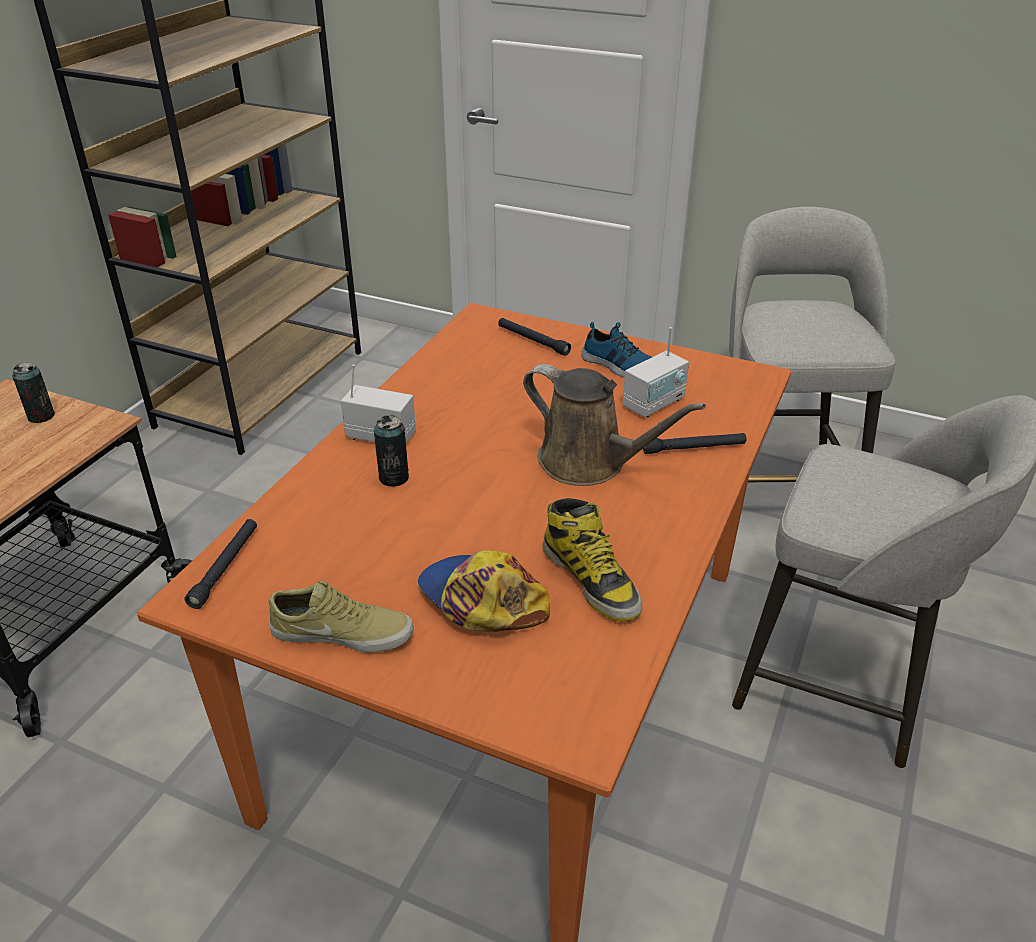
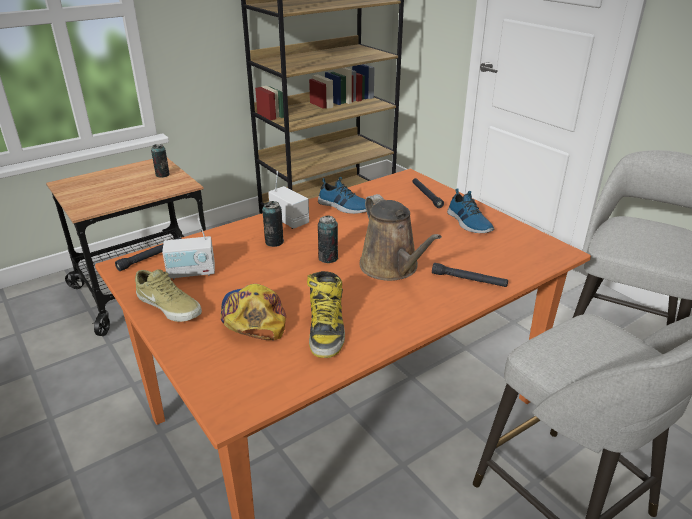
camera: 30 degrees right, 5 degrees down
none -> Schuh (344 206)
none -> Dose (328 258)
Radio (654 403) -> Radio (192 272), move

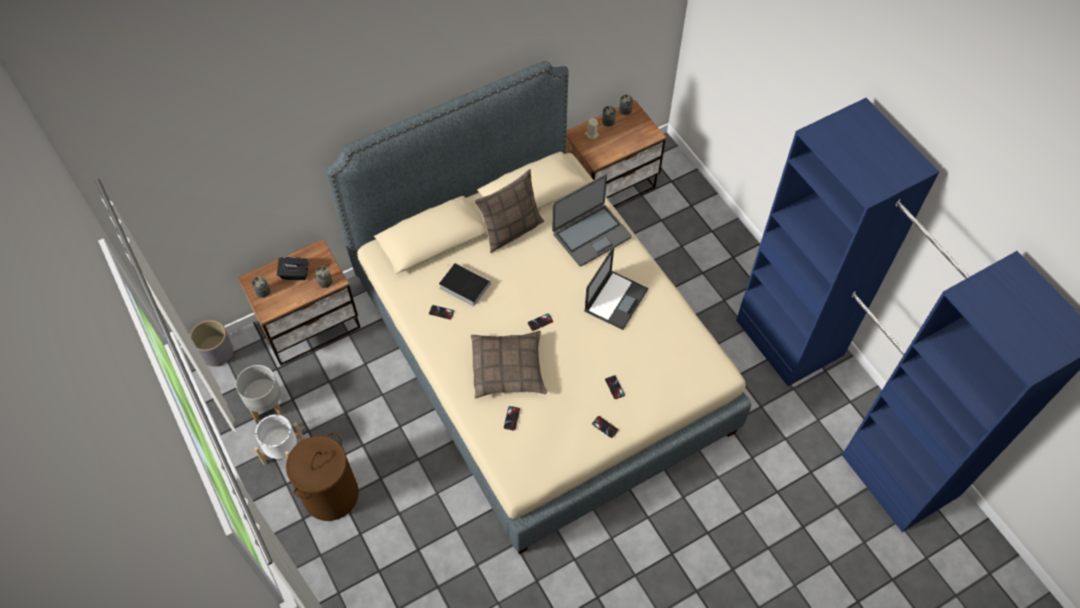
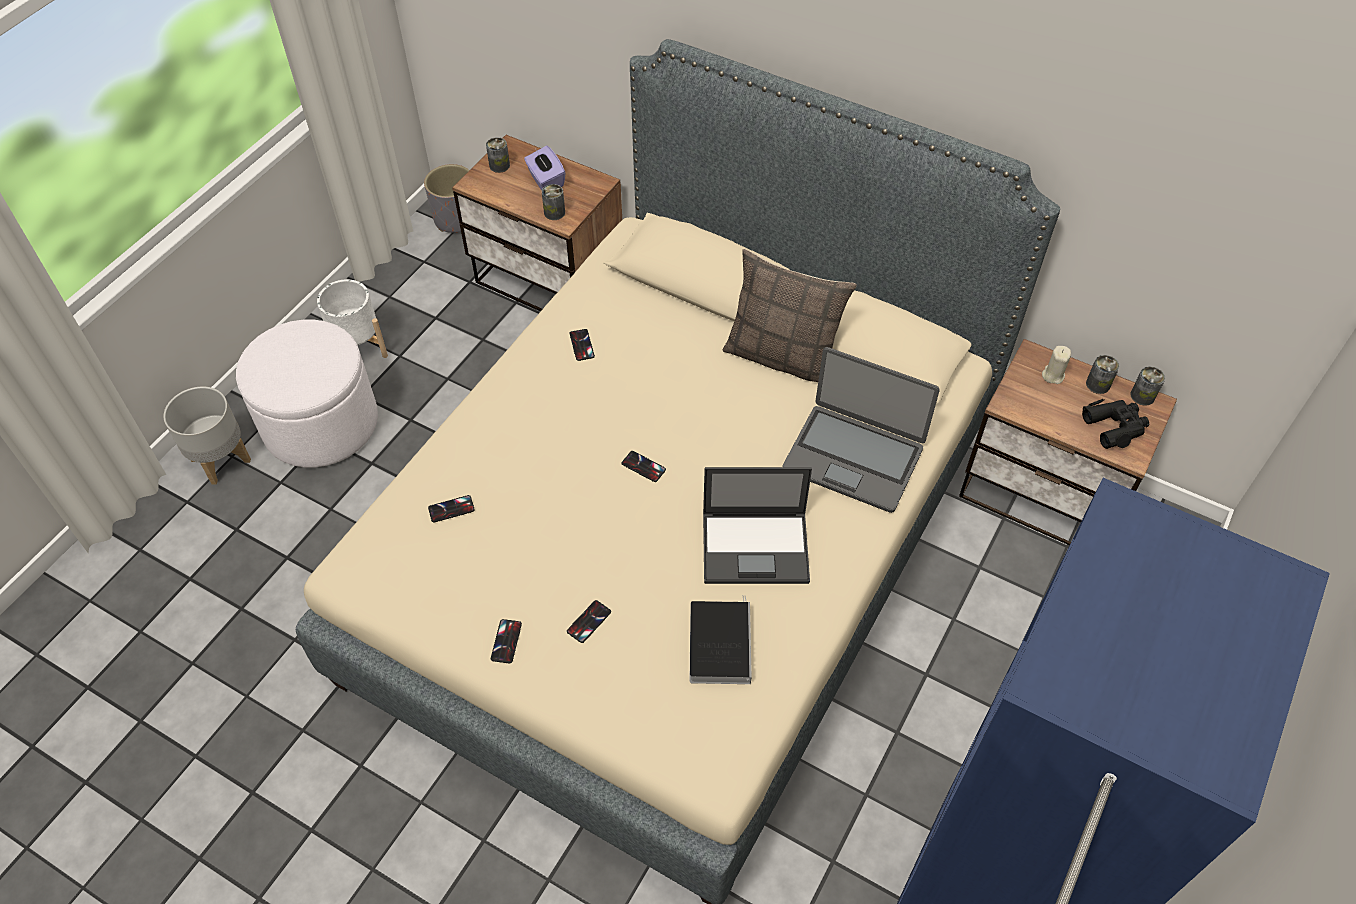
camera: 60 degrees right, 5 degrees down
Kissen (508 369) -> none
none -> Fernglas/schwarz (1115 426)
Pflanzkübel/grau (267 405) -> Pflanzkübel/grau (221 460), move
Buch (463 286) -> Buch (719 642), move
Wäschekorb/braun (330 495) -> Polsterhocker/weiß (320 423)
Taschentuchbox/schwarz (295 274) -> Taschentuchbox/lila (546 180)

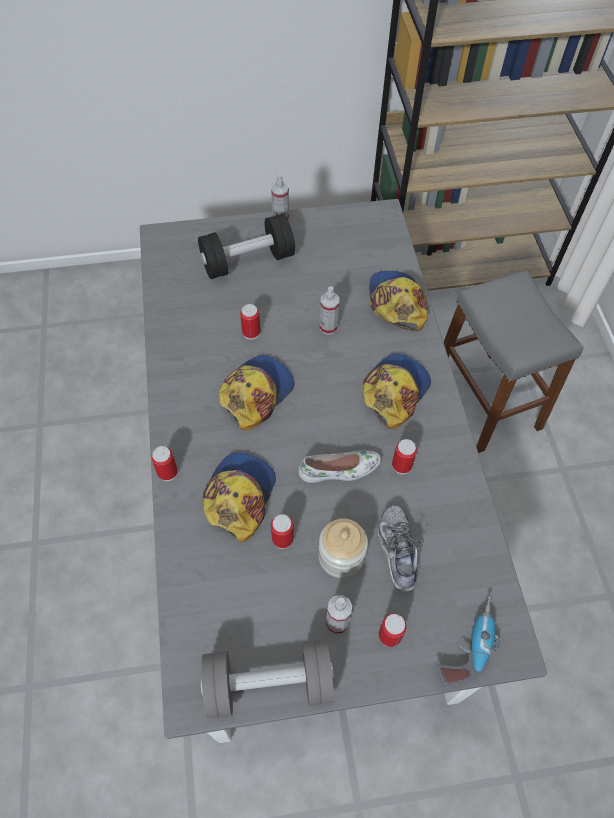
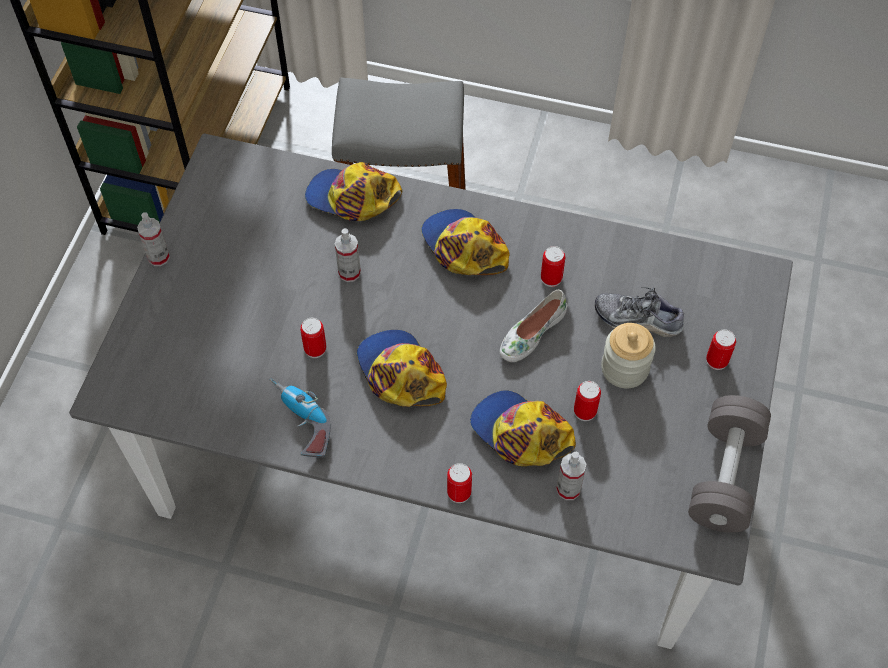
camera: 65 degrees left, 0 degrees up
Hantel/schwarz (248 261) -> none
Sprühflasche (337 622) -> Sprühflasche (568 489), move
Bohrmaschine (467 644) -> Bohrmaschine (299 422), move
Schuh/weiß (339 470) -> Schuh/weiß (531 332), 150 degrees counterclockwise

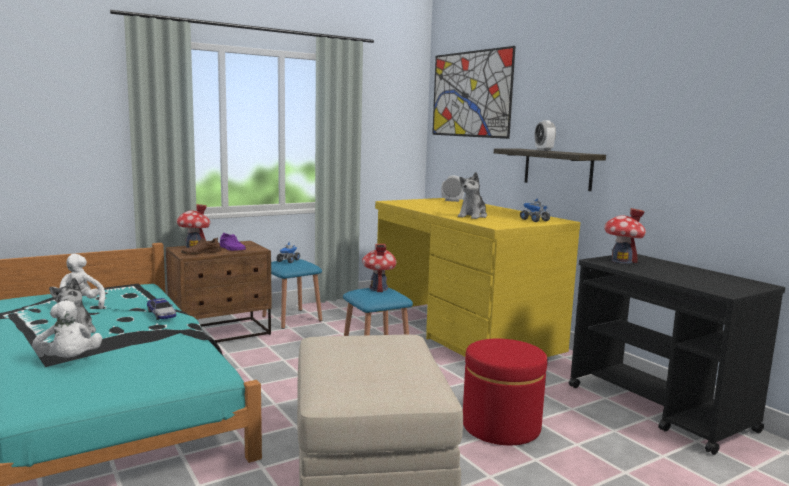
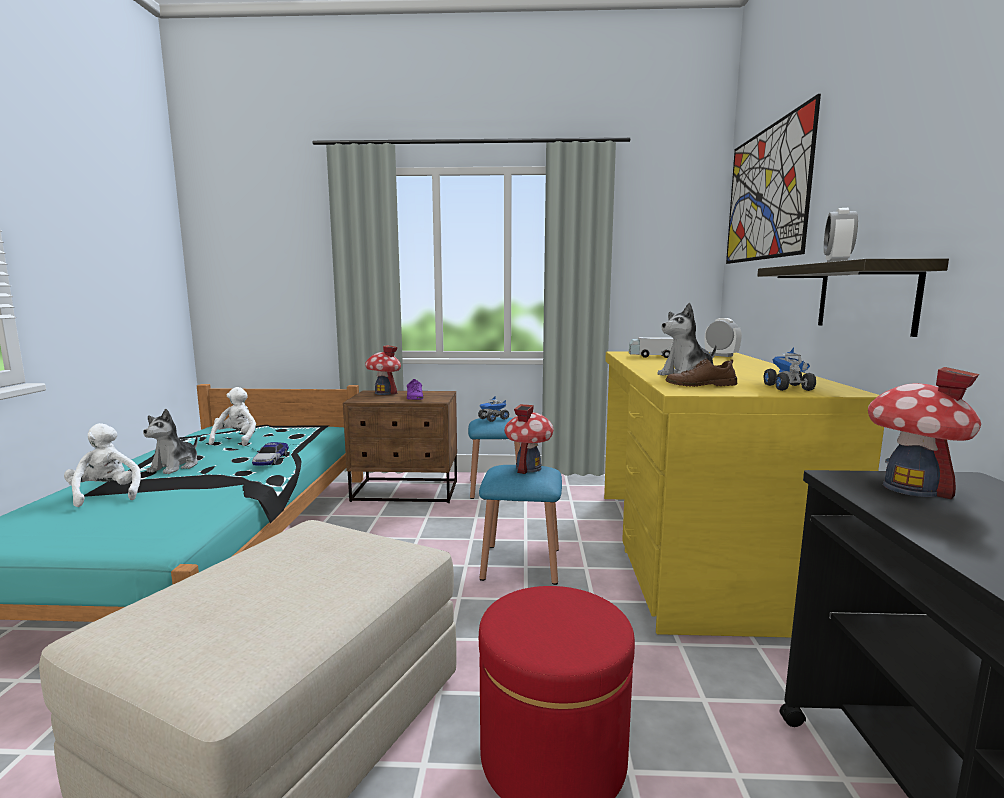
camera: 35 degrees right, 0 degrees up
none -> Spielzeuglaster (651 356)
Schuh/braun (201 253) -> Schuh/braun (700 385), move
Plüschtier/weiß (69 361) -> Plüschtier/weiß (106 495), 150 degrees clockwise

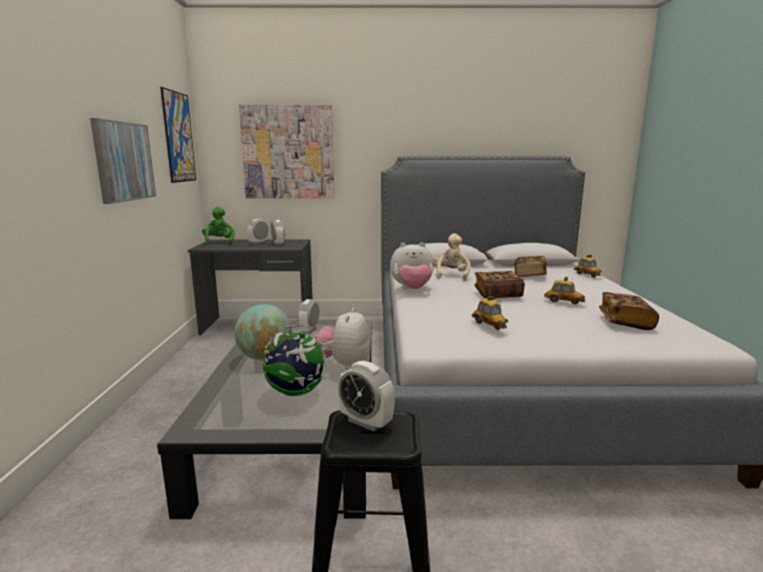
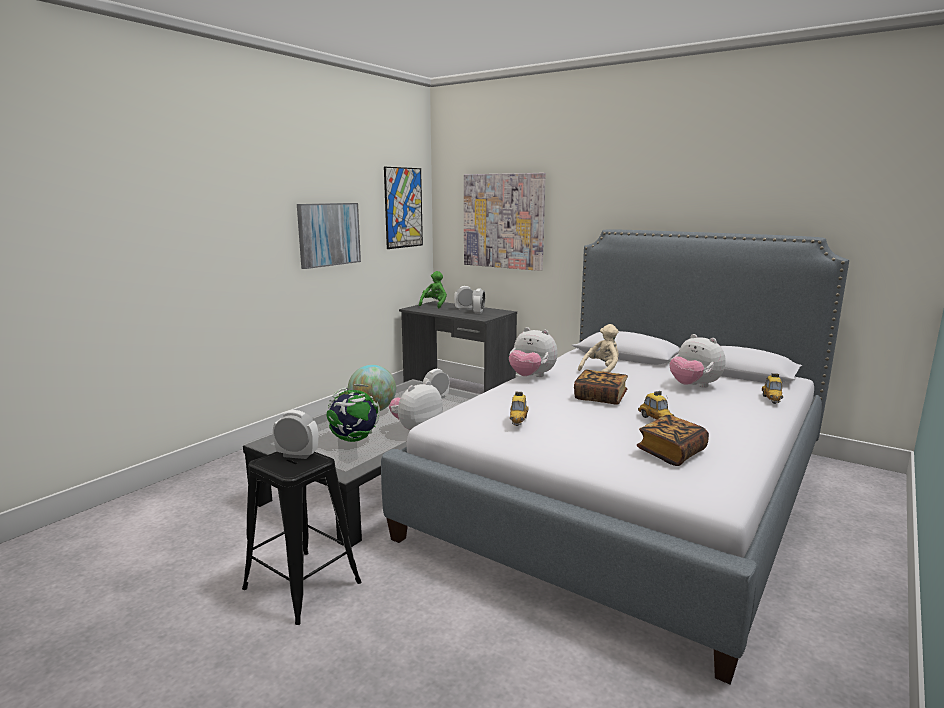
camera: 35 degrees right, 0 degrees up
Buch (529 275) -> Plüschtier (694 386)
Wecker (366 422) -> Wecker (297 455), 120 degrees clockwise

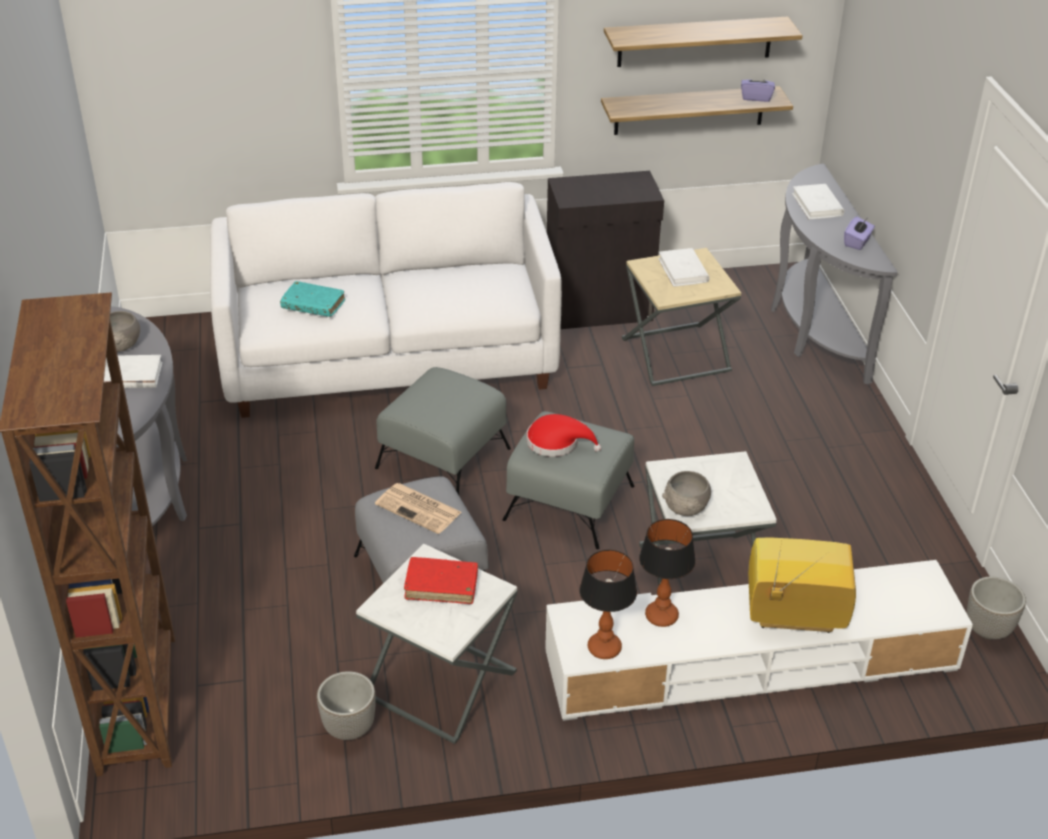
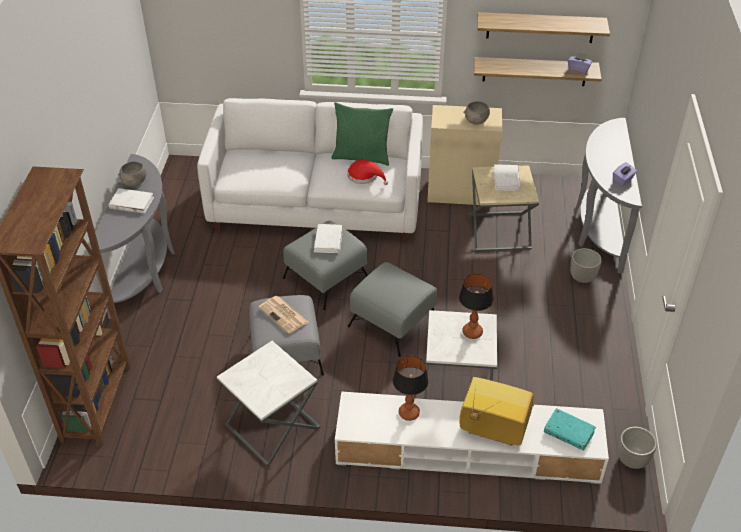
camera: 15 degrees right, 5 degrees up
Buch/rot (441 586) -> none
none -> Kissen/grün (361 156)
Buch/türkis (313 305) -> Buch/türkis (568 433), move
Pflanzkübel (350 728) -> Pflanzkübel (582 278), move
Hut/rot (557 442) -> Hut/rot (365 176), move
Tischlampe (604 647) -> Tischlampe (472 332), move
Schüssel/grau (686 507) -> Schüssel/grau (476 121), move
Buch/weiß (817 205) -> Buch/weiß (328 240), move
Schrank/schwarz (599 311) -> Schrank/beige (461 193)

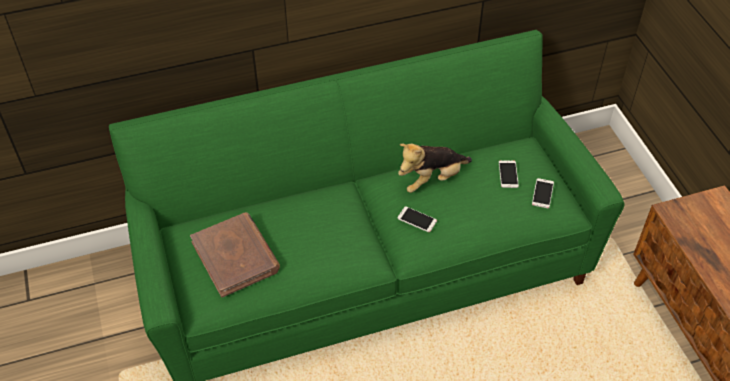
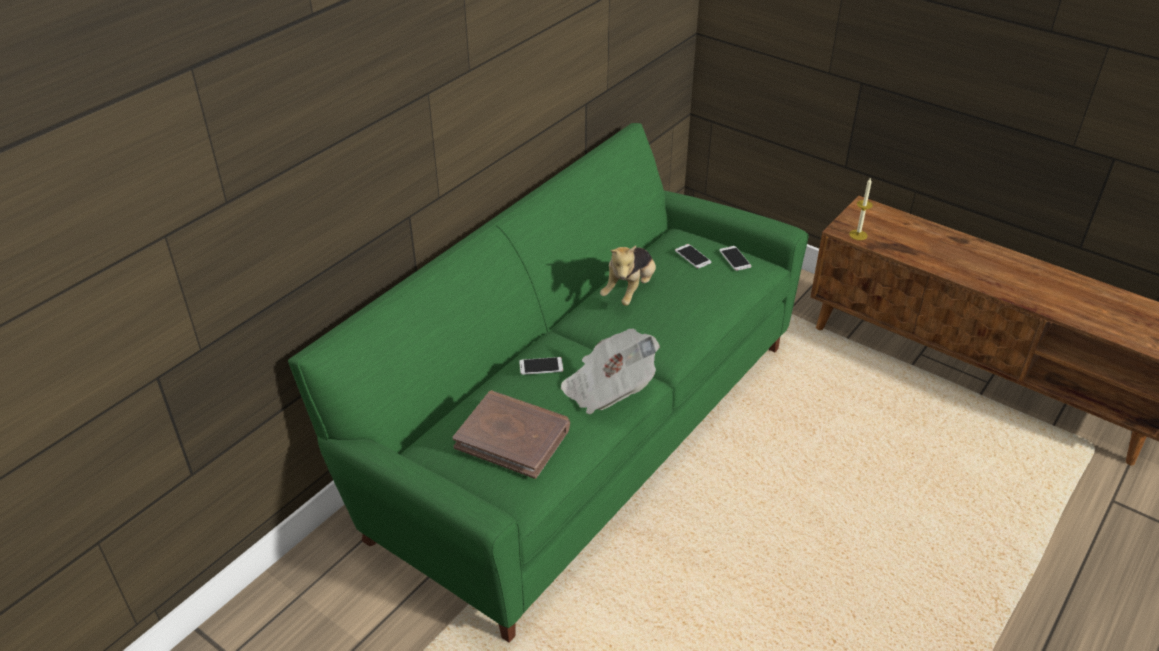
camera: 35 degrees left, 10 degrees down
none -> Zeitung (608 389)
none -> Kerze (858 235)
Handy (417 219) -> Handy (541 366), move

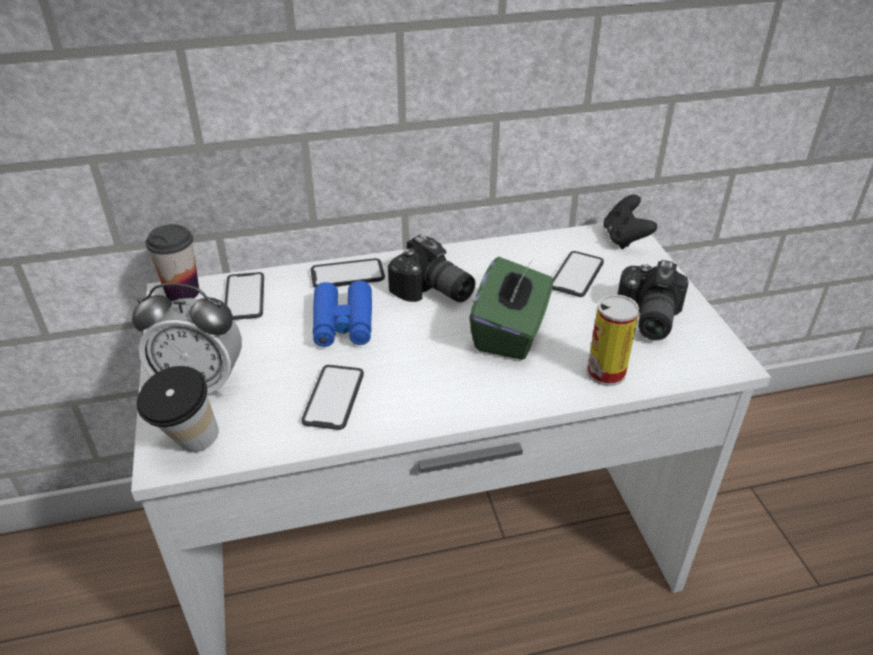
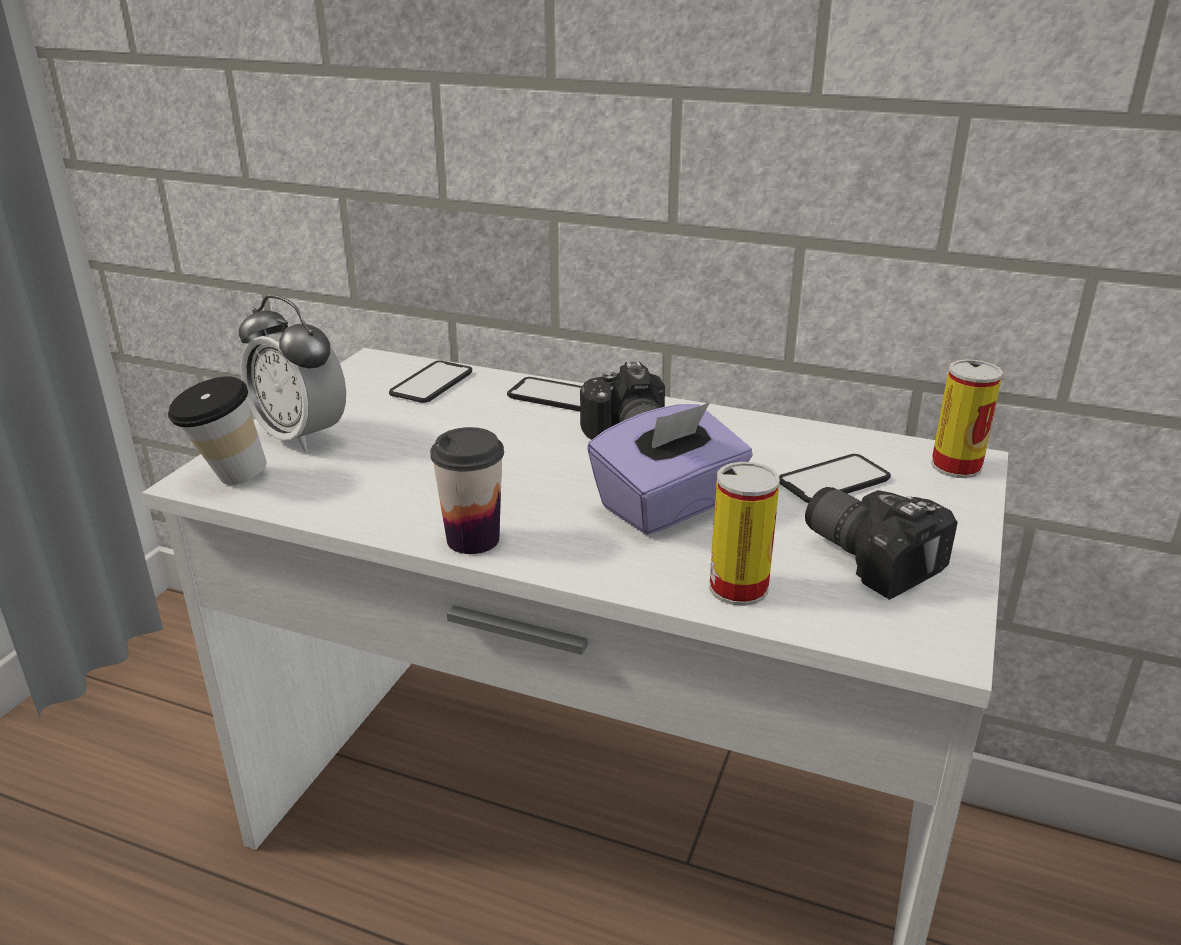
camera: 35 degrees right, 10 degrees down
Handy (333 397) -> none
Fernglas/blau (343 323) -> none
Tasse (182 292) -> Tasse (473 539), move
Gamepad/schwarz (624 239) -> Dose (956 466)
Taschentuchbox/grün (510 332) -> Taschentuchbox/lila (669 505)
Kamera (646 318) -> Kamera (873 555), 90 degrees clockwise

